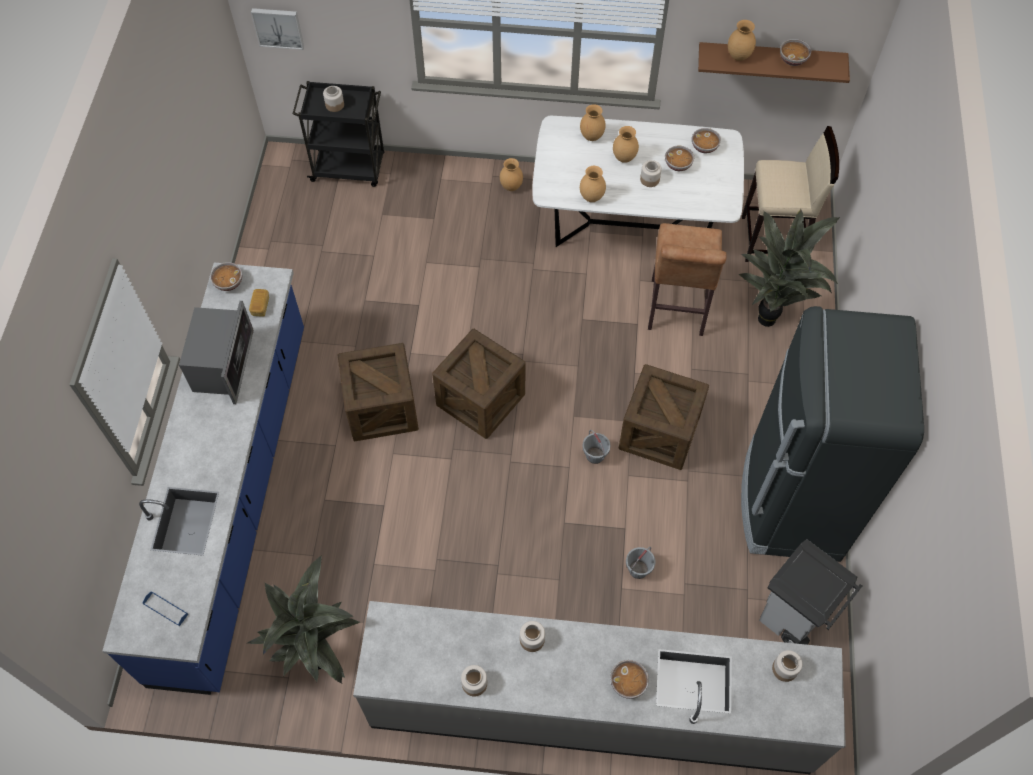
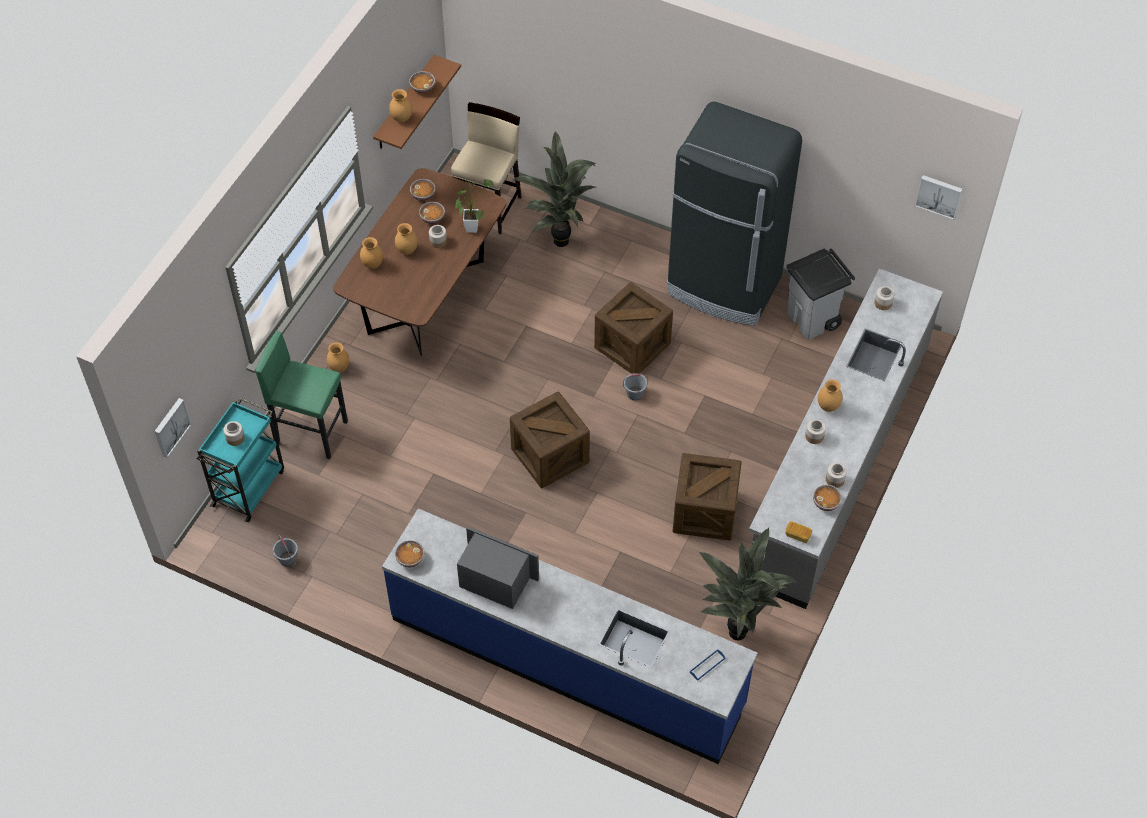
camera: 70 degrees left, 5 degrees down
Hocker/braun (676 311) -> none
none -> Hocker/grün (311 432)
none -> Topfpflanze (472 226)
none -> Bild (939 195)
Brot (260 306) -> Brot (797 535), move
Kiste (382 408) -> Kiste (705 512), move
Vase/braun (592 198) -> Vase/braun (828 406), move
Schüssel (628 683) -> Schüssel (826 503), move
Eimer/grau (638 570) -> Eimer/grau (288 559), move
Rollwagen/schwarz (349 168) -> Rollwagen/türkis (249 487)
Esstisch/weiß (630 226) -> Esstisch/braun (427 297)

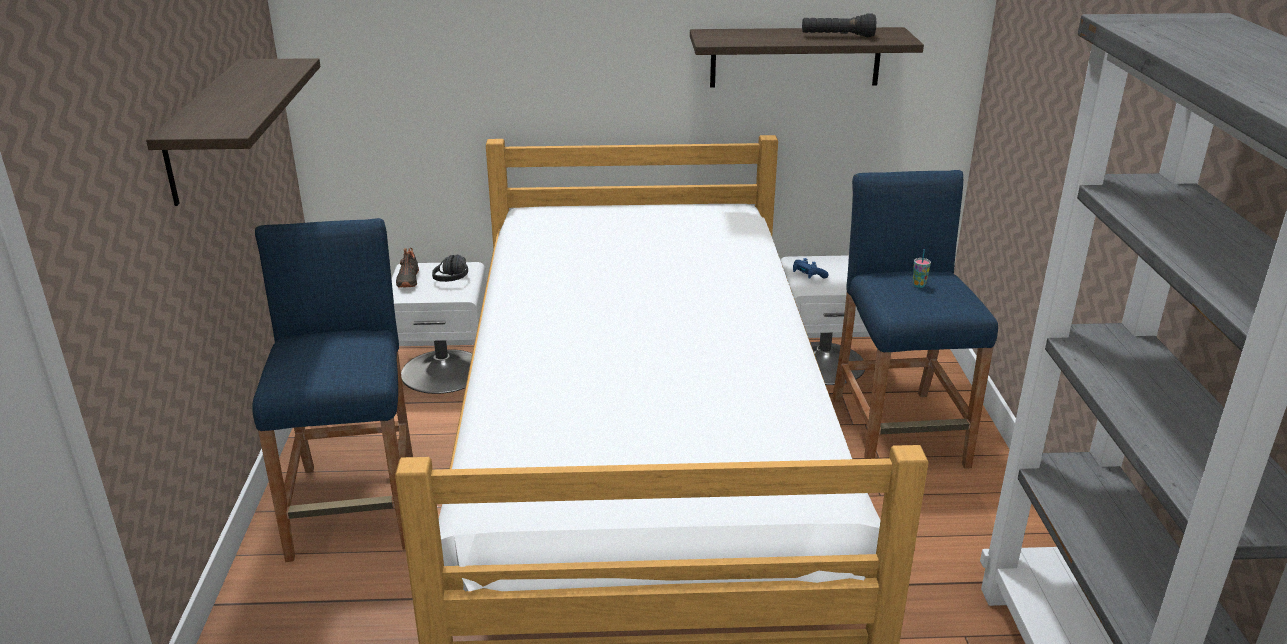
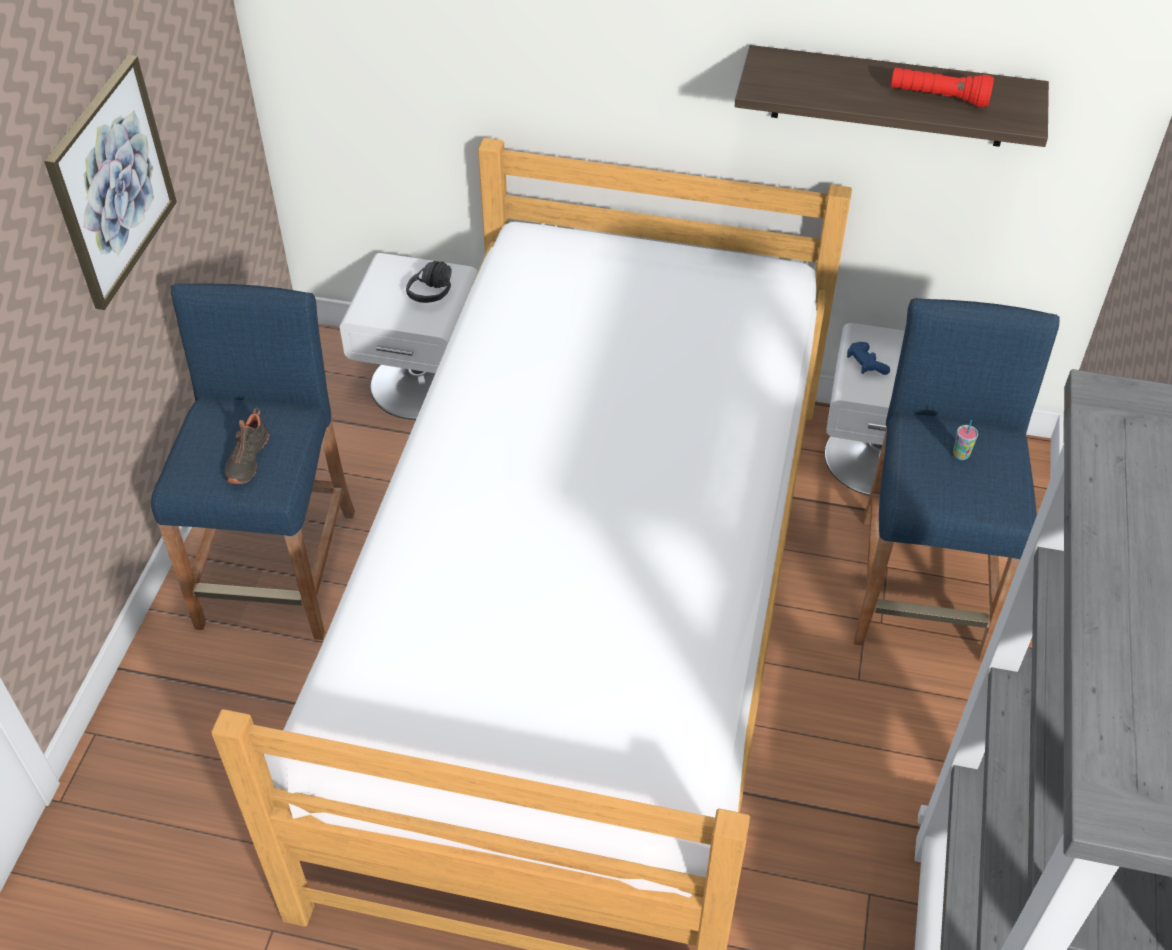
camera: 15 degrees right, 20 degrees up
Schuh/schwarz (407 279) -> Schuh/schwarz (246 459), move
Wandregal (204 130) -> Bild (111 182)
Taschenlampe/schwarz (837 36) -> Taschenlampe/rot (938 98)

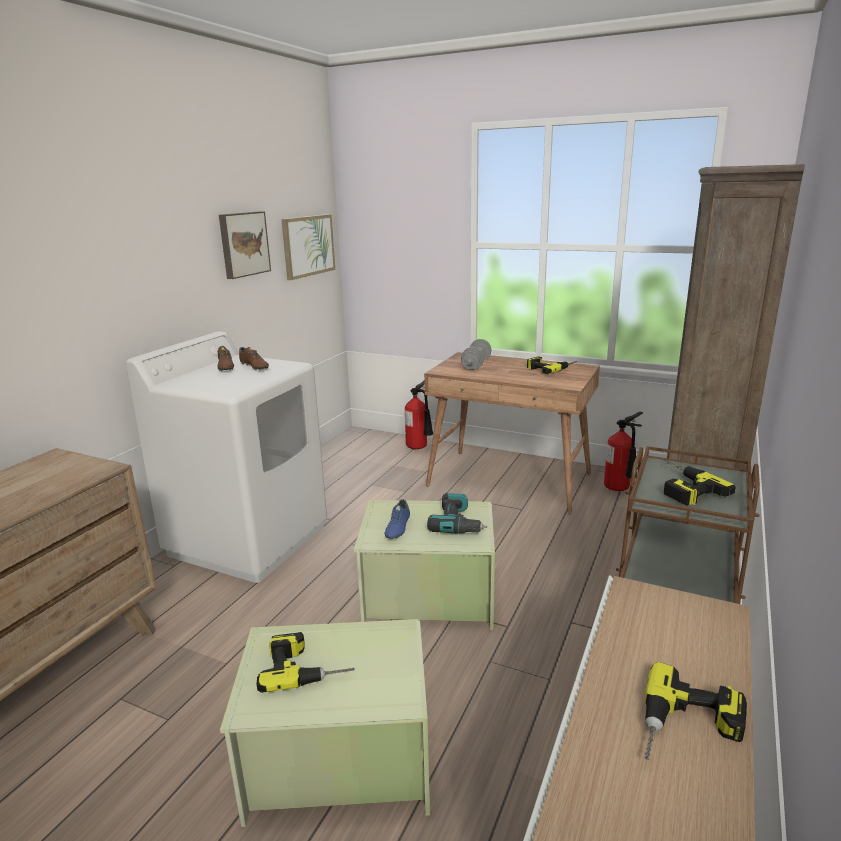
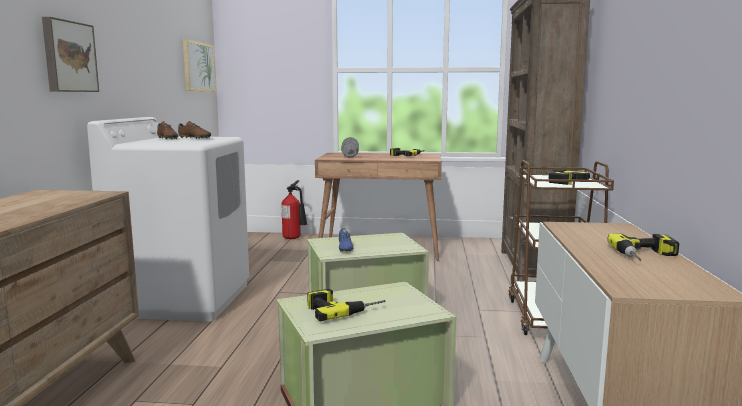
camera: 20 degrees left, 10 degrees down
Bohrmaschine (457 523) -> none
Feuerlöscher (620 490) -> none
Bild (243 244) -> Bild (68 57), move

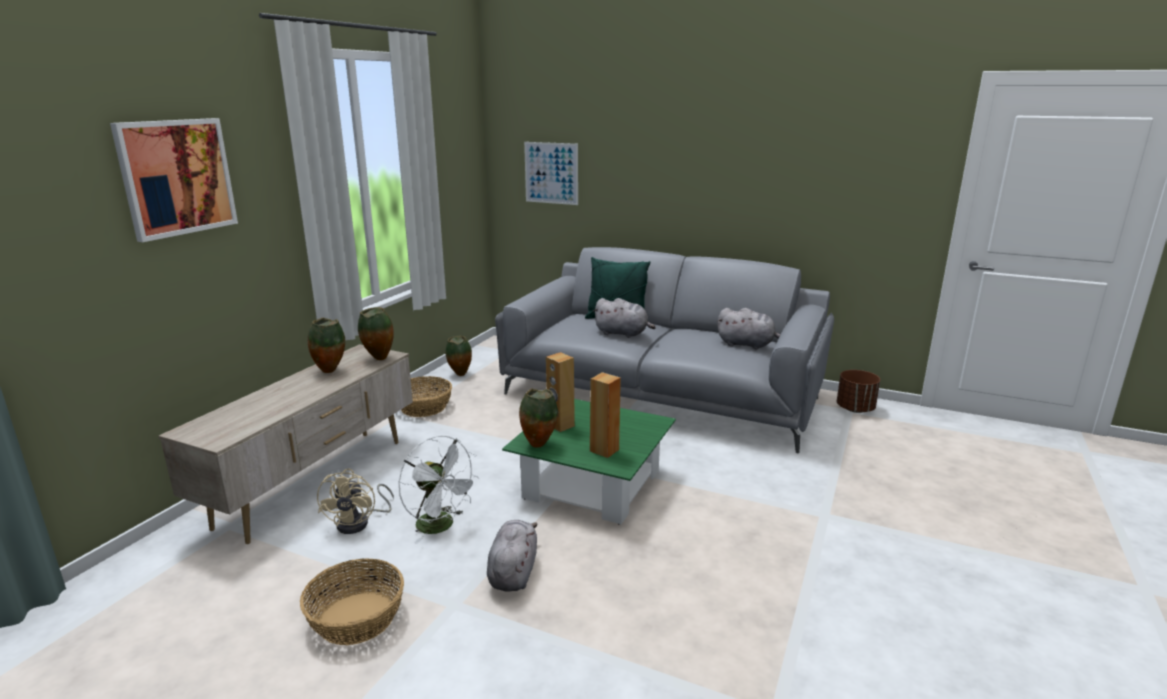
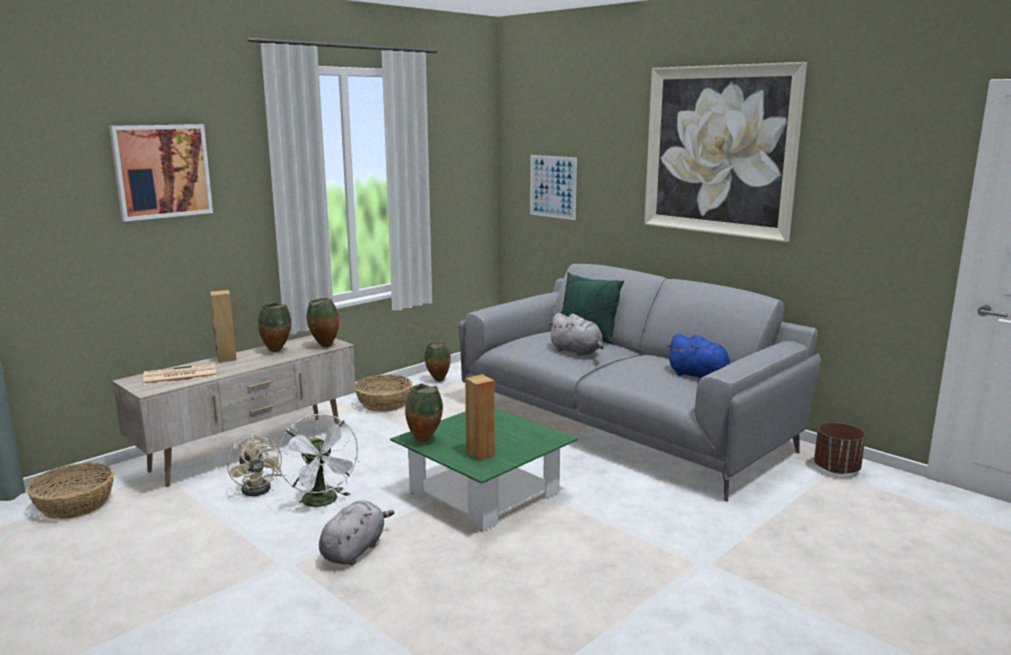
camera: 20 degrees right, 5 degrees down
none -> Zeitung (179 376)
none -> Bild (719 151)
Korb (357 617) -> Korb (75 504), move
Lautsprecher/braun (560 425) -> Lautsprecher/braun (226 358), move
Plüschtier/grau (747 345) -> Plüschtier/blau (700 376)
Ventilator/beige (359 522) -> Ventilator/beige (261 487), 45 degrees counterclockwise

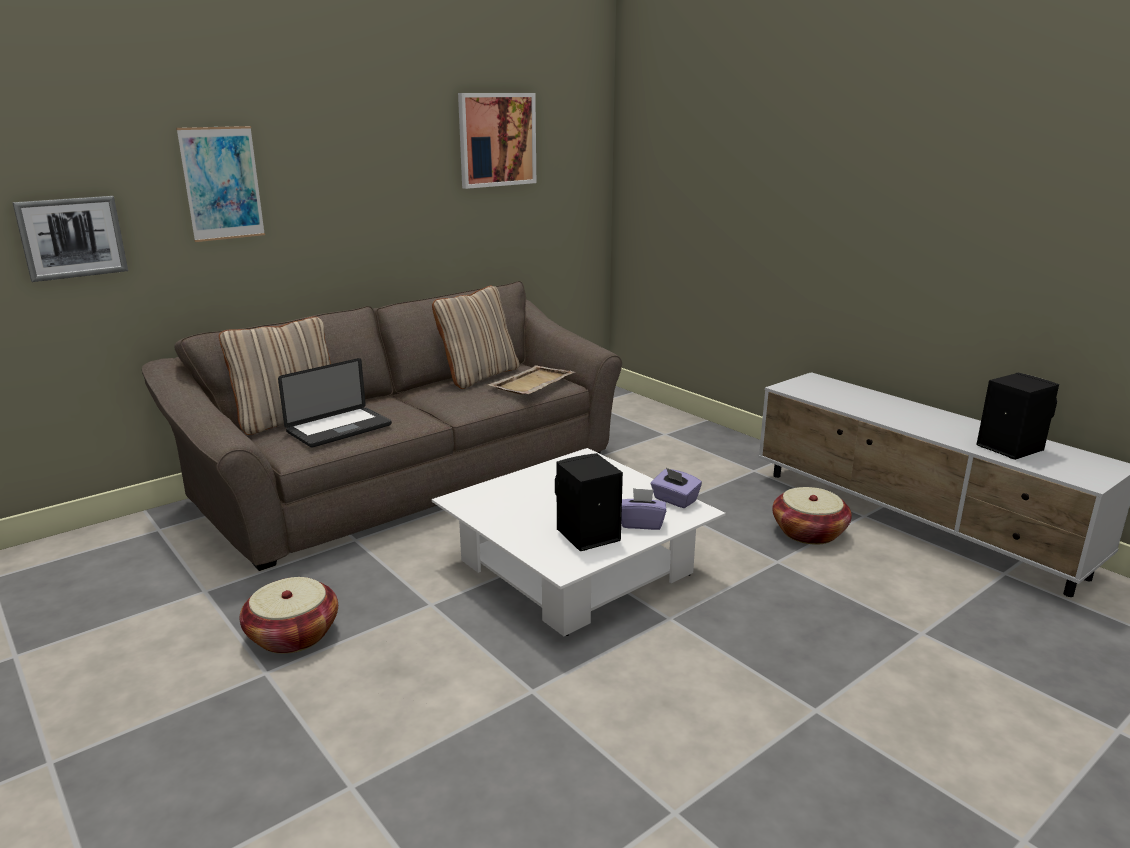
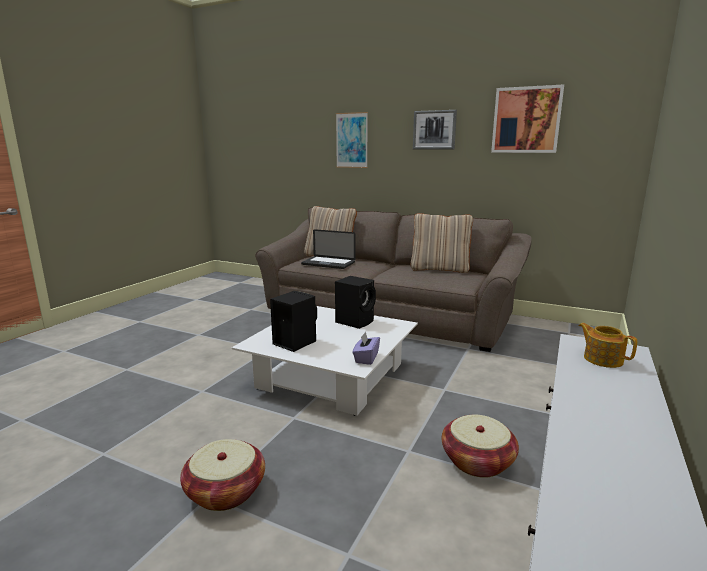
camera: 65 degrees right, 5 degrees down
Tablett/beige (531 383) -> none
Taschentuchbox/lila (641 523) -> none
none -> Teekanne (602 359)
Bild (72 237) -> Bild (434 130), move
Korb (293 635) -> Korb (225 491), move
Lautsprecher/schwarz (1008 447) -> Lautsprecher/schwarz (355 321), move

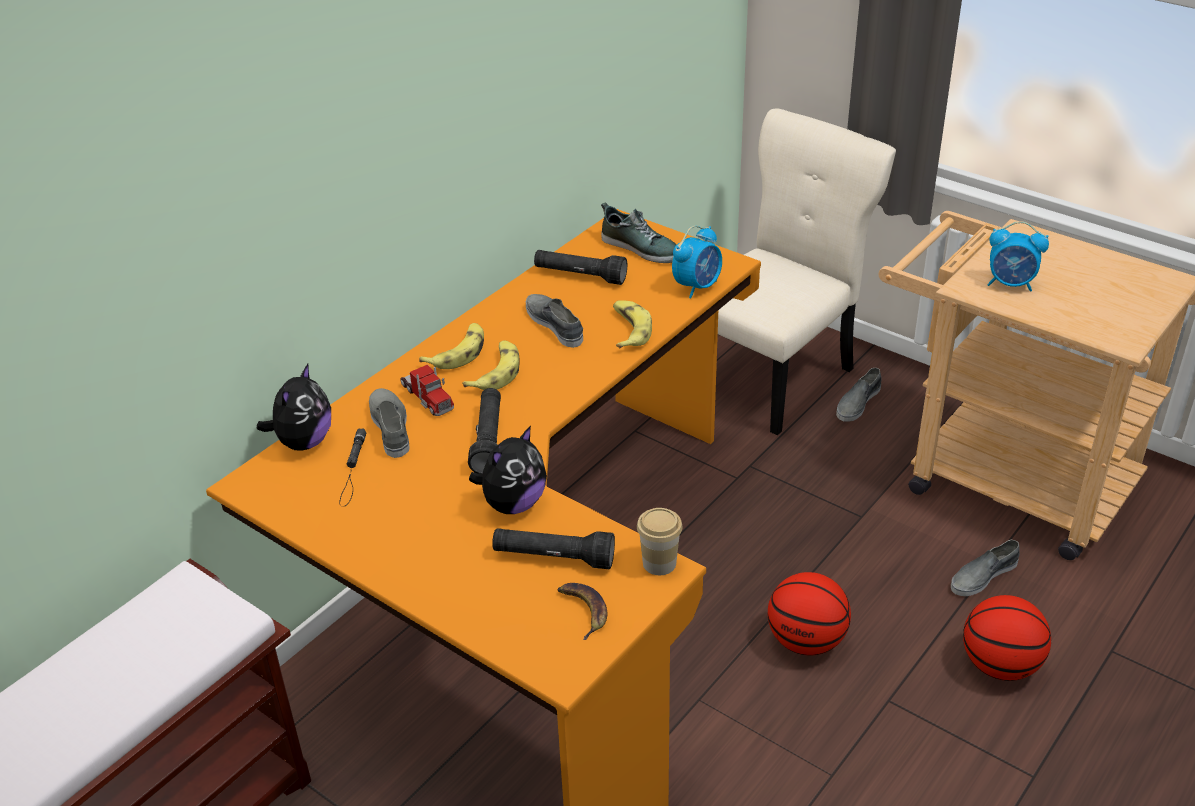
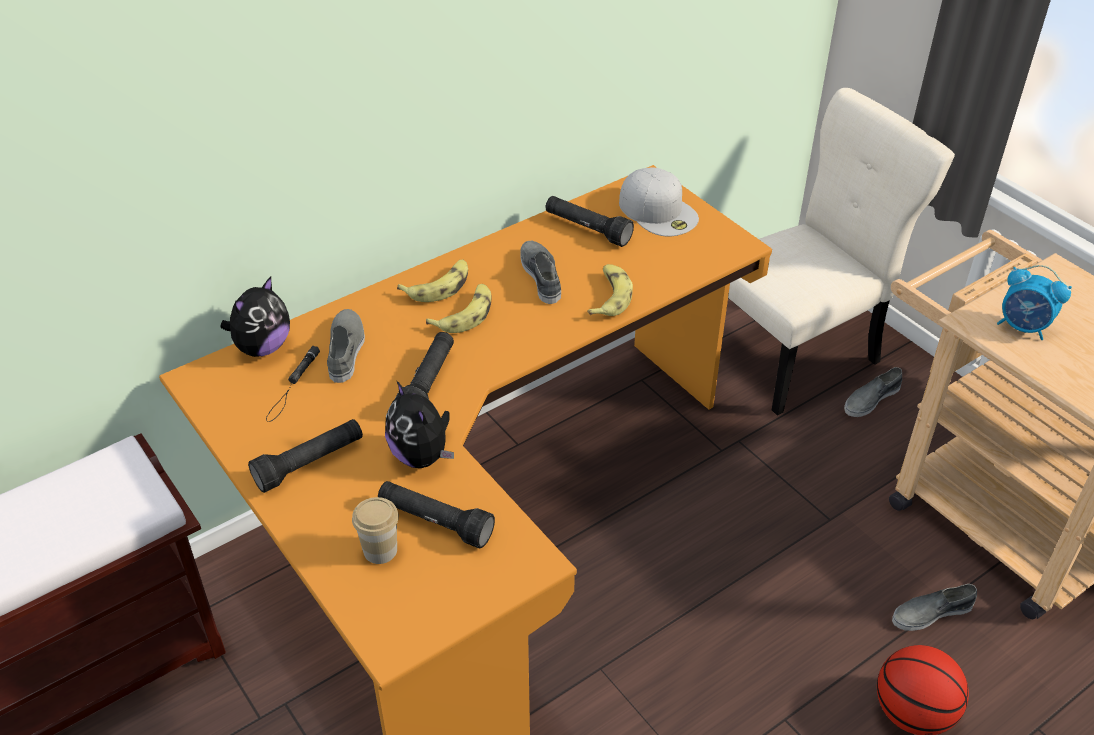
camera: 15 degrees right, 5 degrees up
Spielzeuglaster (427 397) -> none
Banane (583 610) -> none
Wecker (697 286) -> none
Basketball (806 641) -> none
none -> Taschenlampe/schwarz (310 463)
Tasse (659 563) -> Tasse (380 550), move
Schuh (641 247) -> Kappe/weiß (659 211)
Plüschtier (513 504) -> Plüschtier (422 456), 90 degrees clockwise

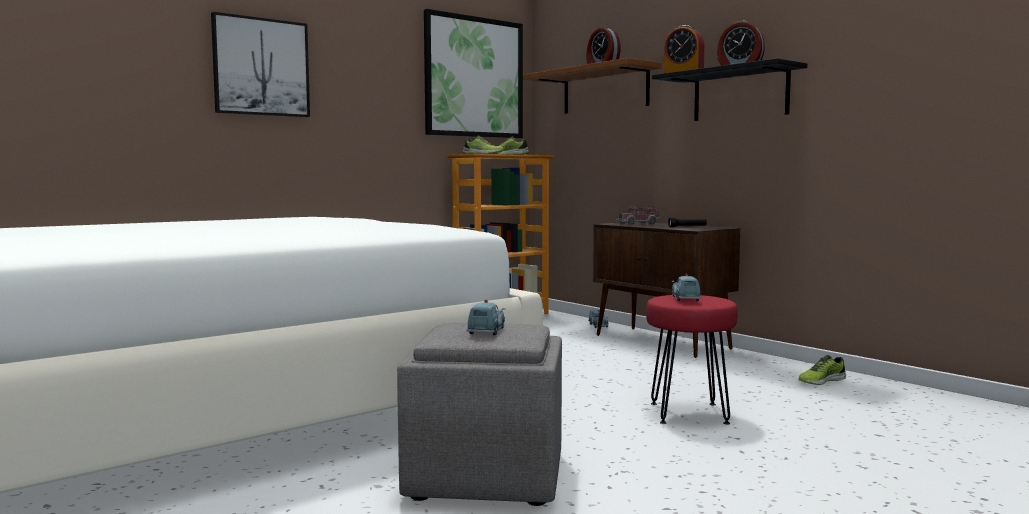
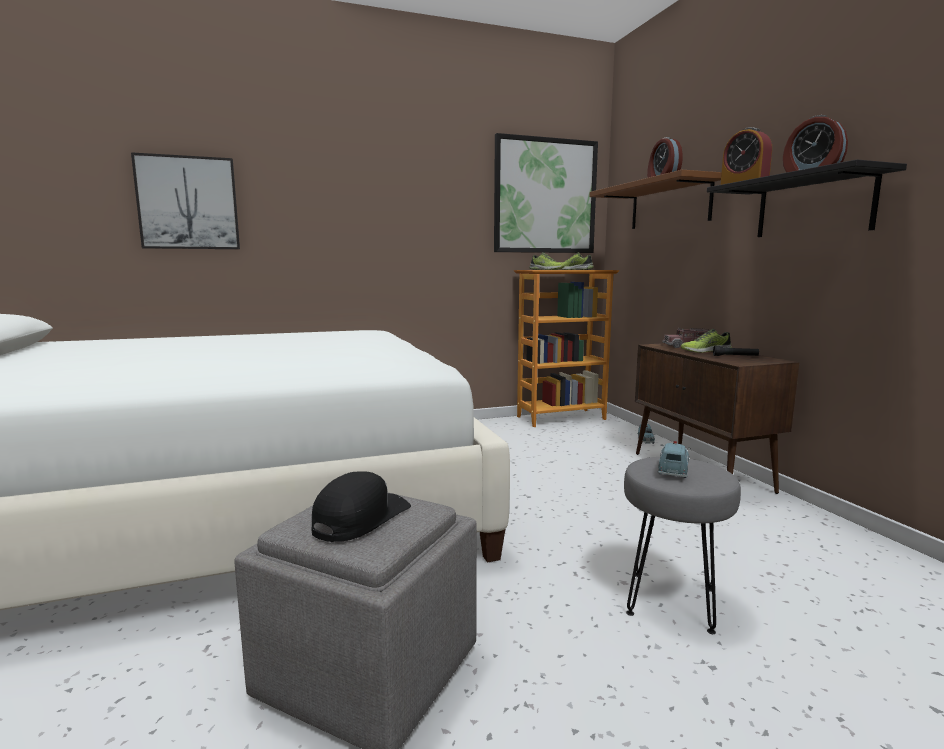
camera: 20 degrees right, 5 degrees up
Bild (261 67) -> Bild (188 203), move
Schuh (821 381) -> Schuh (705 351), move
Spielzeugauto/blau (486 331) -> Kappe/schwarz (360 518)
Hocker/rot (688 413) -> Hocker/grau (670 601)

